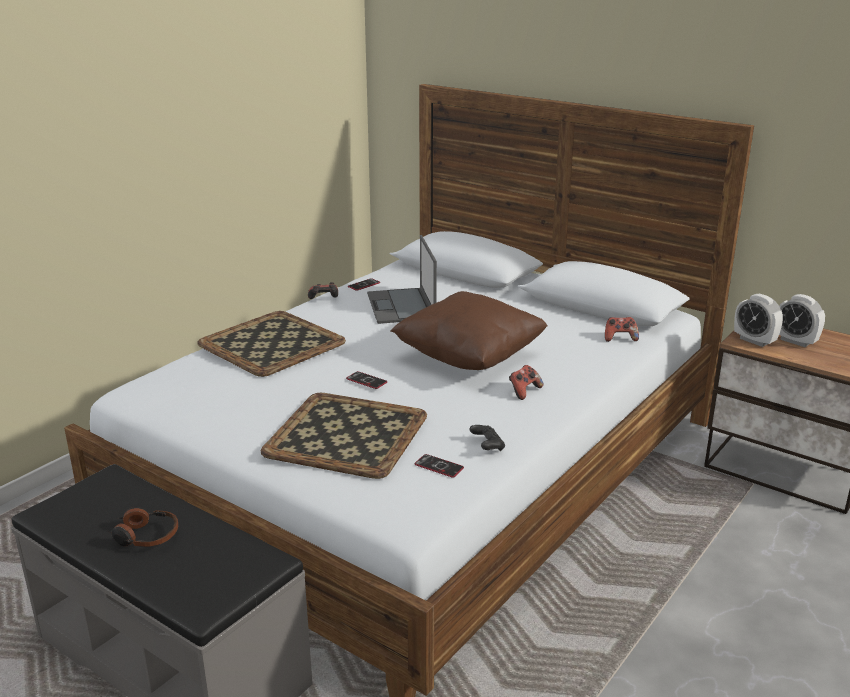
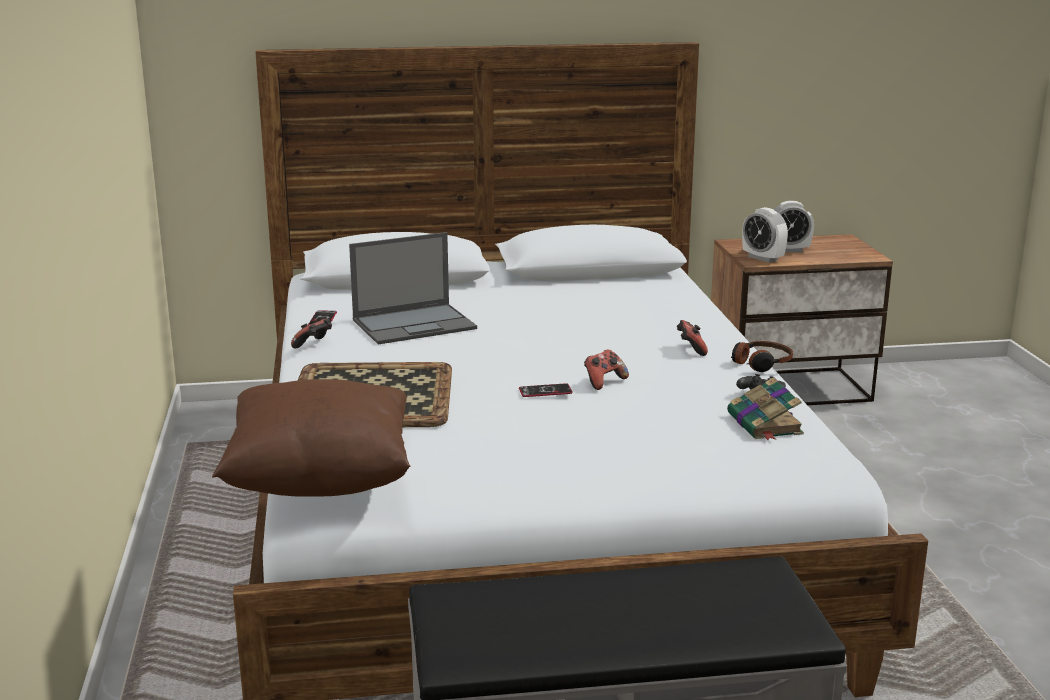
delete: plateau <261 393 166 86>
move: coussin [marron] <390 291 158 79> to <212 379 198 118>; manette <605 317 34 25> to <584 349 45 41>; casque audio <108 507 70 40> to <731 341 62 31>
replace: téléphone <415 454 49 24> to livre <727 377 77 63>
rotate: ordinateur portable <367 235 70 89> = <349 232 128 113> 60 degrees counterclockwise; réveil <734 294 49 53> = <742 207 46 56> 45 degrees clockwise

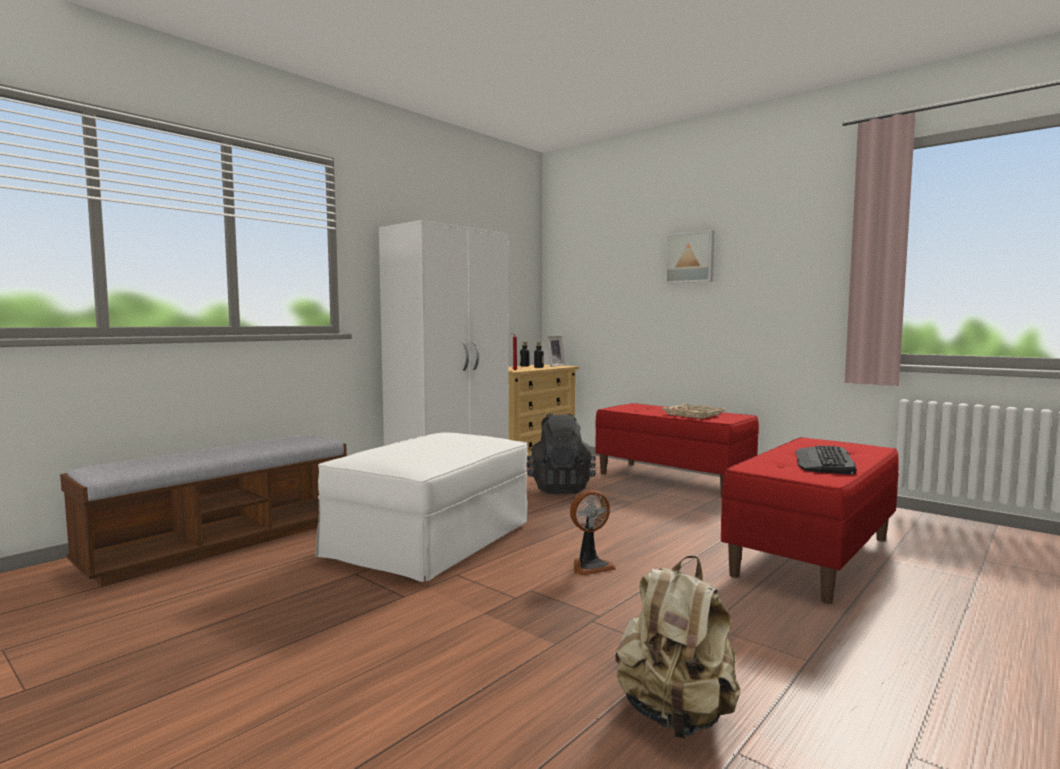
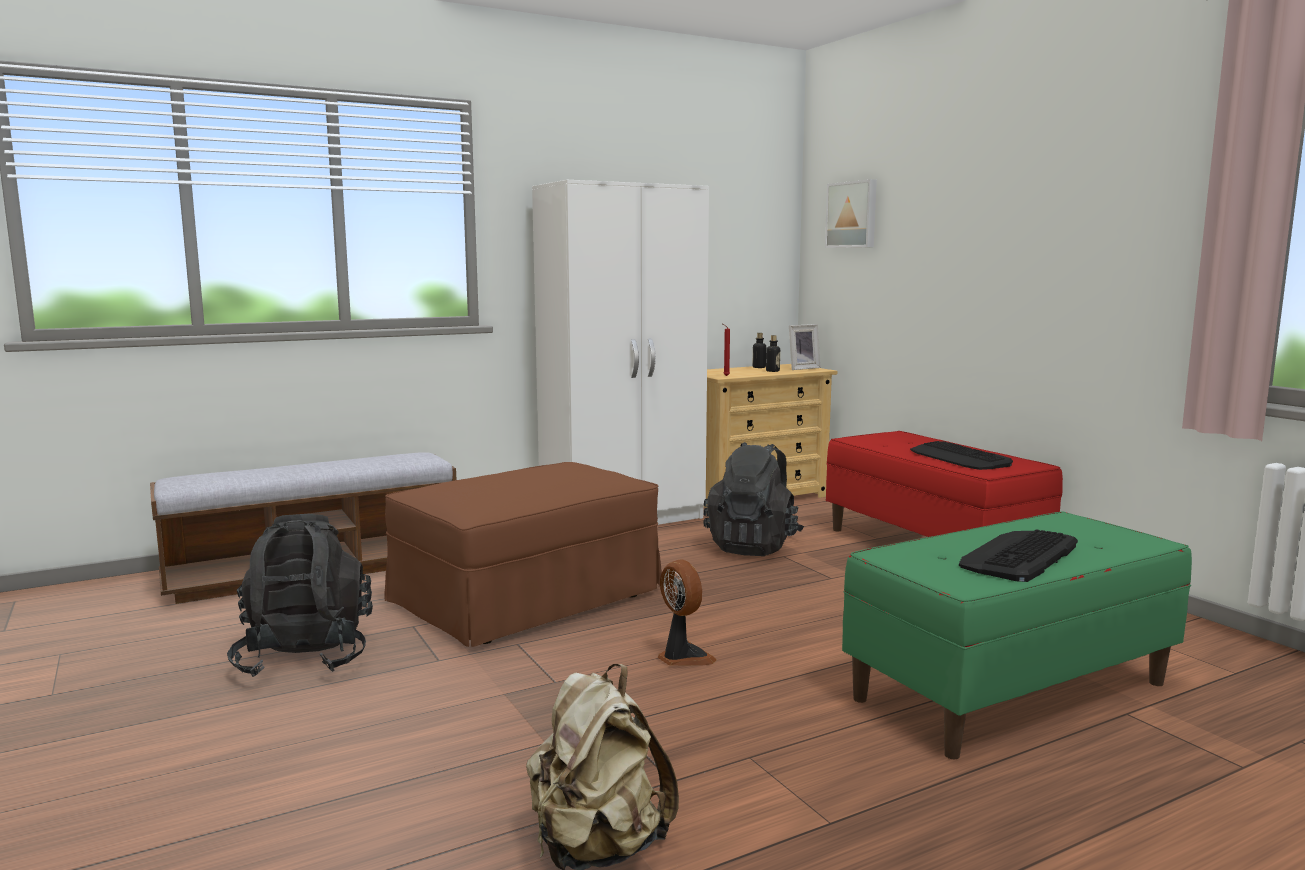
insert: sac à dos [noir] <227 514 146 163>
move: tableau <665 230 49 54> to <825 179 52 69>
replace: plateau [beige] <662 403 64 16> to clavier <910 441 103 29>
recolor: pouf [blanc] <316 433 212 149> to pouf [marron] <385 462 277 185>; banc [rouge] <721 437 178 167> to banc [vert] <842 512 350 247>
rotate: ventilateur <570 490 46 86> = <657 560 60 106> 120 degrees counterclockwise

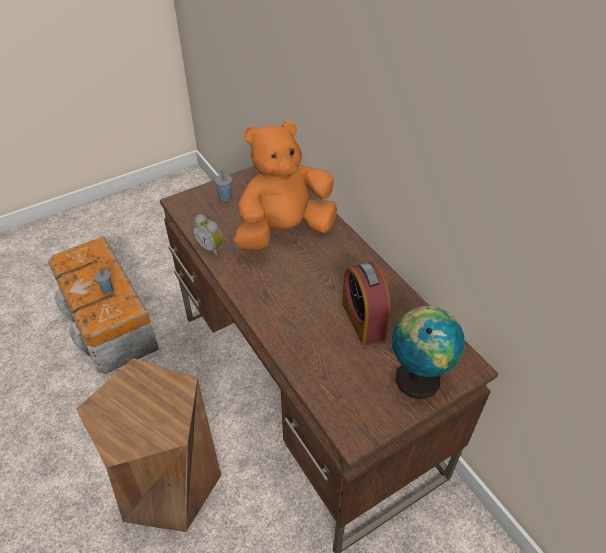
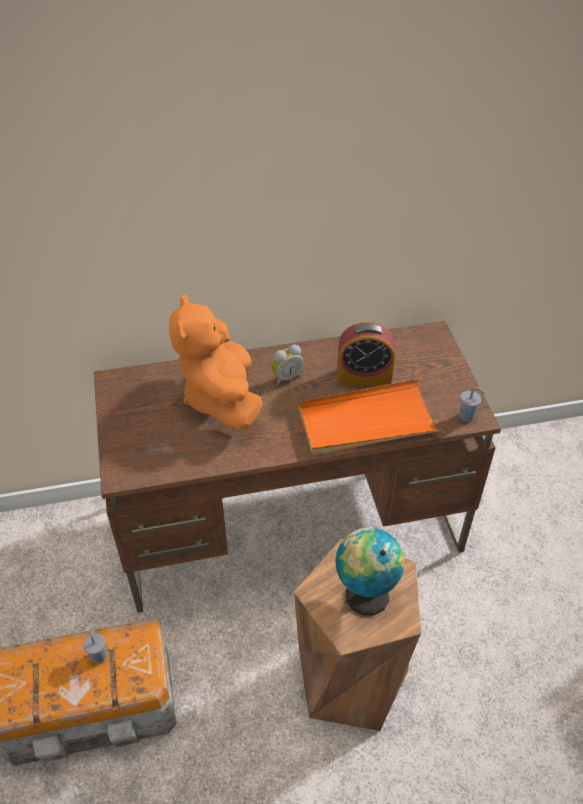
insert: plateau [orange] <298 379 143 76>
move: réveil <193 215 30 41> to <271 344 33 41>; globe <392 306 73 93> to <335 527 69 88>; tasse [gris] <214 170 18 32> to <459 387 26 35>

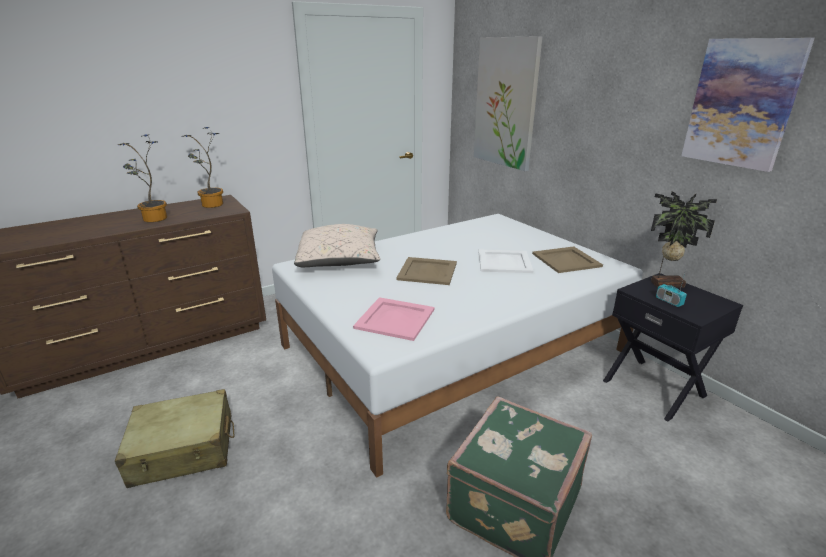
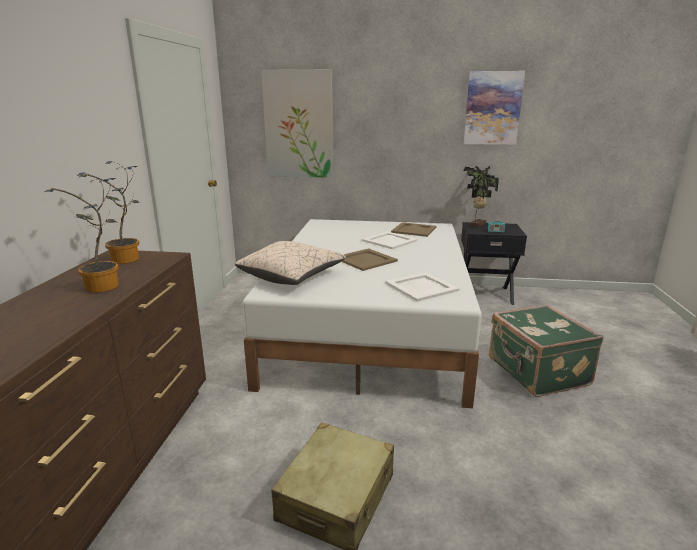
recolor: plateau [rose] <353 297 82 44> to plateau [blanc] <385 272 75 29>

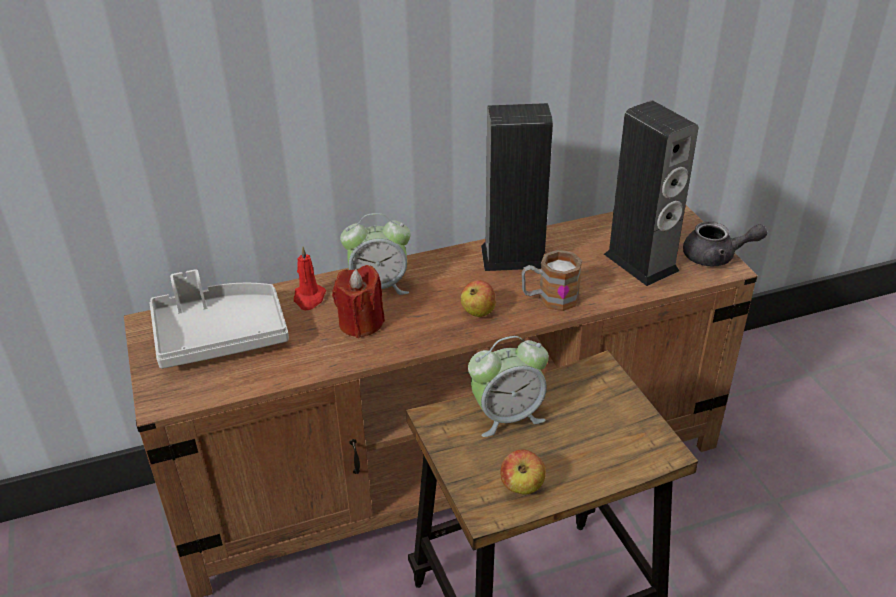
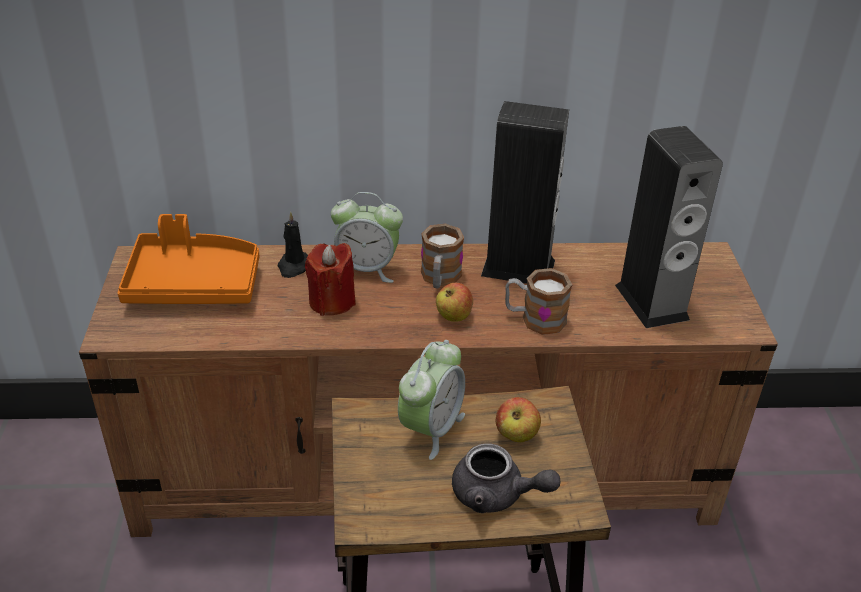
insert: mug <421 224 43 65>
move: théière [gris] <683 221 84 45> to <452 443 108 70>; pomme <501 450 45 45> to <496 397 45 45>
recolor: plateau [gris] <150 269 139 100> to plateau [orange] <117 214 142 90>; bougie [rouge] <294 246 32 64> to bougie [noir] <278 211 30 67>
rotate: réveil <468 336 81 101> = <398 340 67 120> 60 degrees counterclockwise

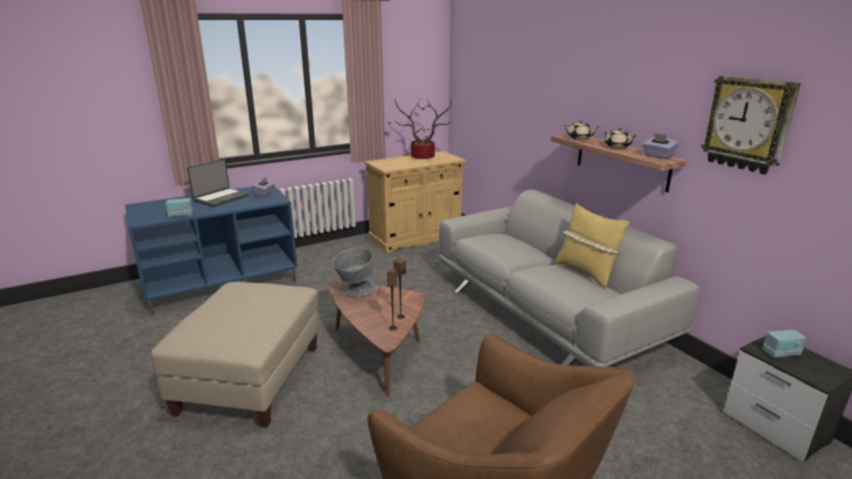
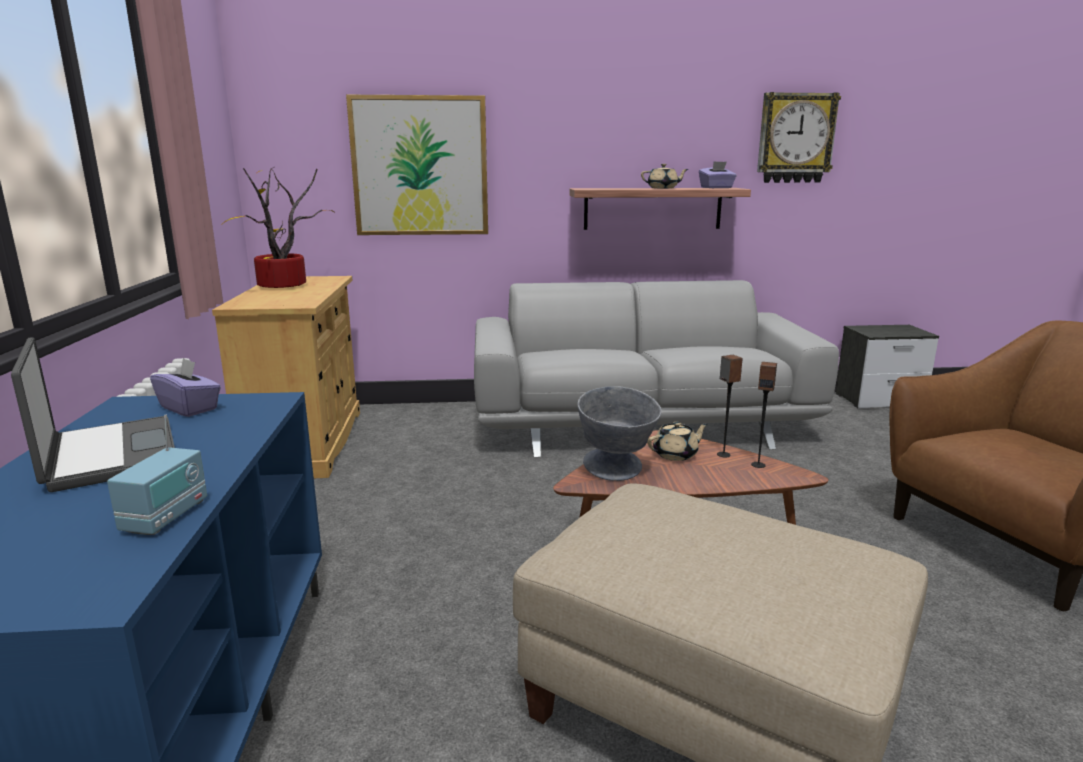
delete: coussin [jaune] <554 203 75 85>; radio <763 318 44 40>
insert: tableau <346 95 142 140>
move: théière [beige] <564 120 35 20> to <647 422 61 39>

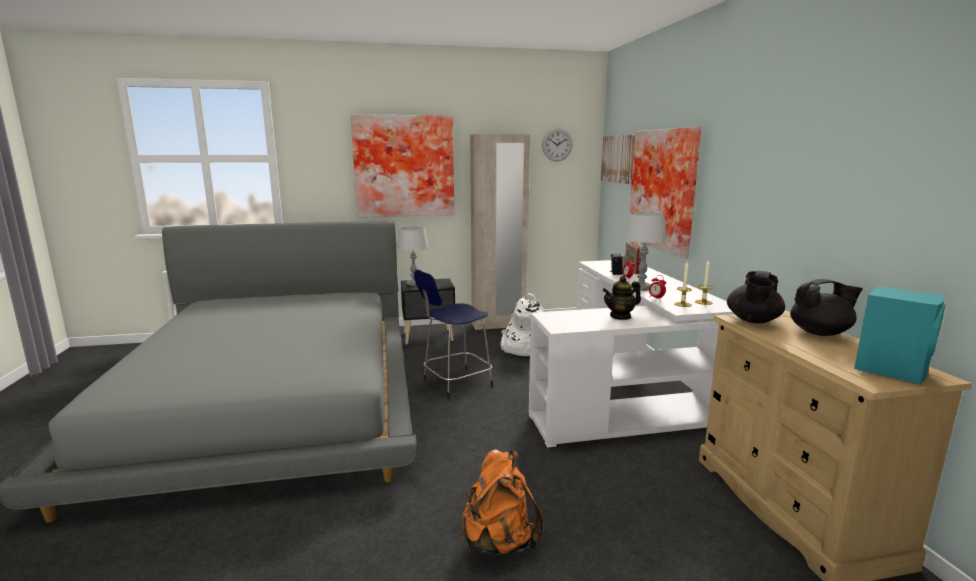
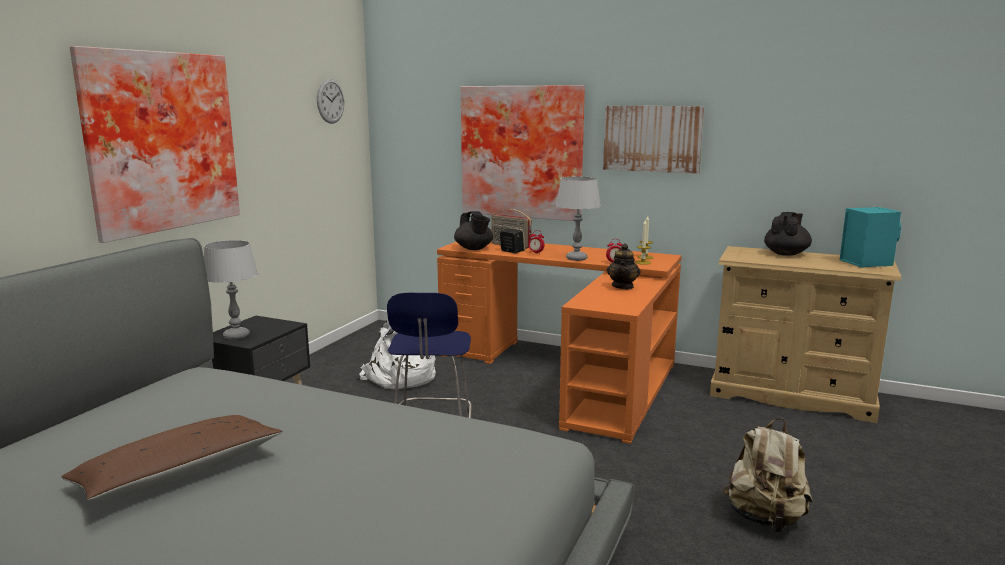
delete: armoire [beige] <470 134 60 196>
insert: coussin [marron] <61 415 222 85>
move: théière [noir] <727 270 58 53> to <454 211 39 39>; tableau <601 135 34 49> to <603 106 101 68>
recolor: bureau [blanc] <529 260 205 188> to bureau [orange] <437 241 245 203>; sac à dos [orange] <462 449 81 106> to sac à dos [beige] <723 418 89 114>

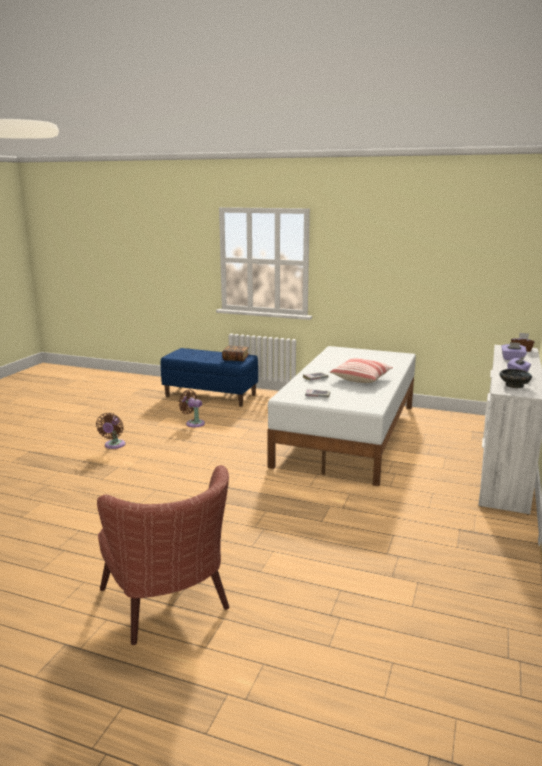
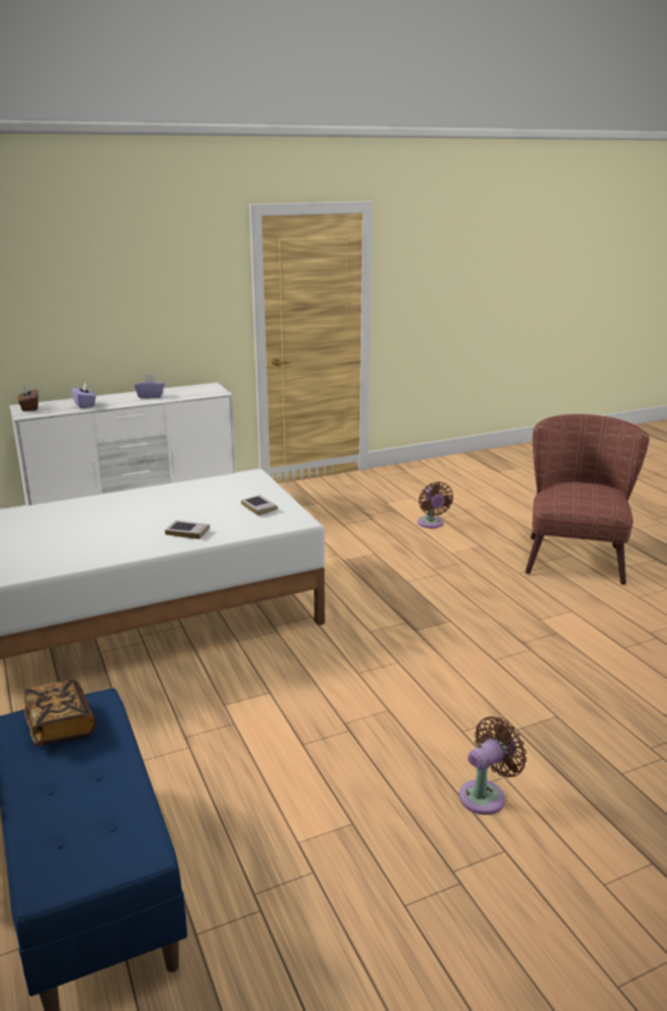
delete: coussin <330 358 63 25>; bol [noir] <499 369 33 19>
move: ventilateur [marron] <179 389 26 38> to <417 482 36 46>

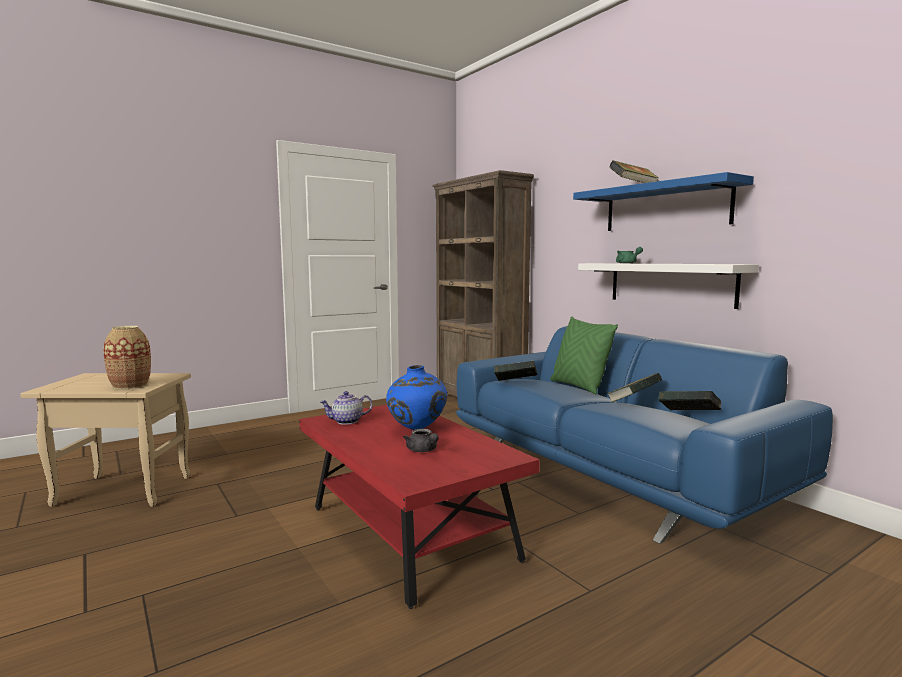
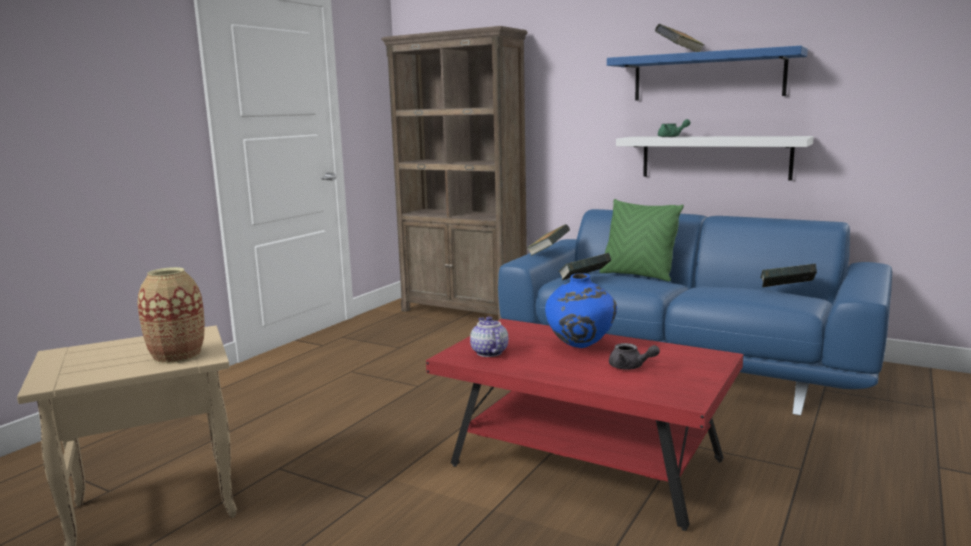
move: livre <607 373 55 30> to <526 224 44 32>
rotate: théière <320 391 52 34> = <470 316 38 41> 120 degrees clockwise

